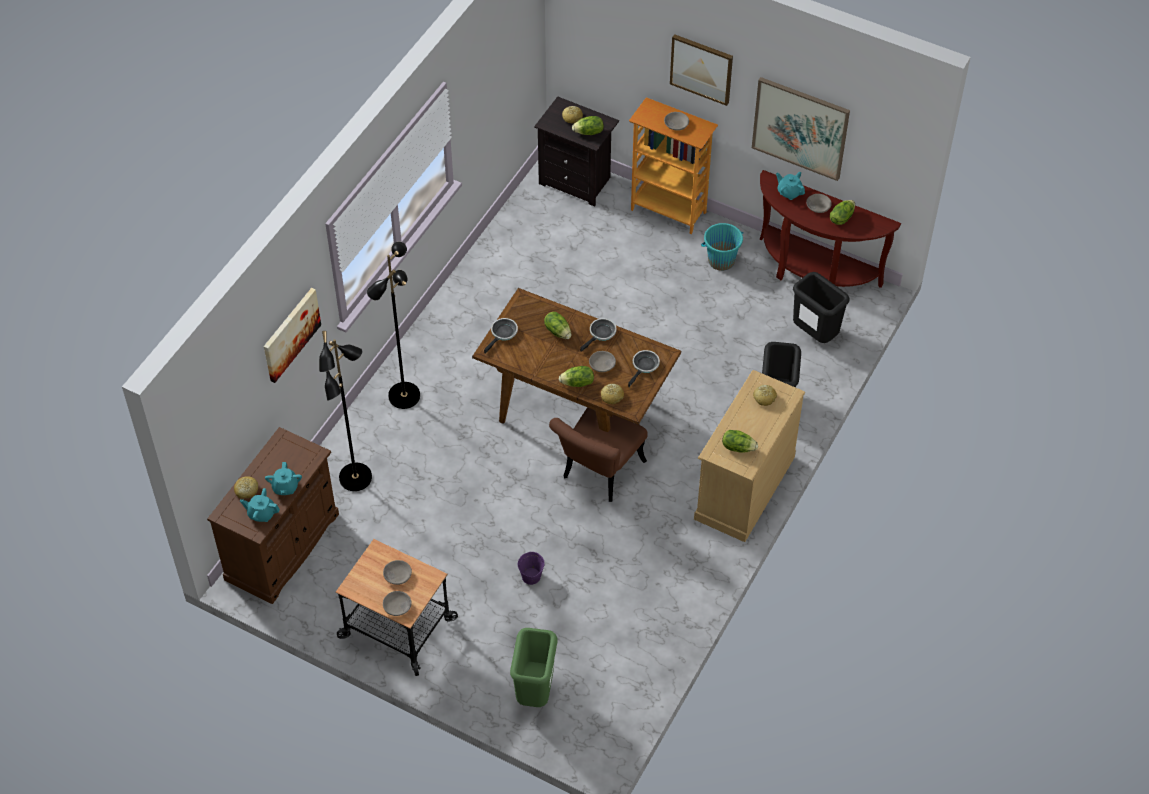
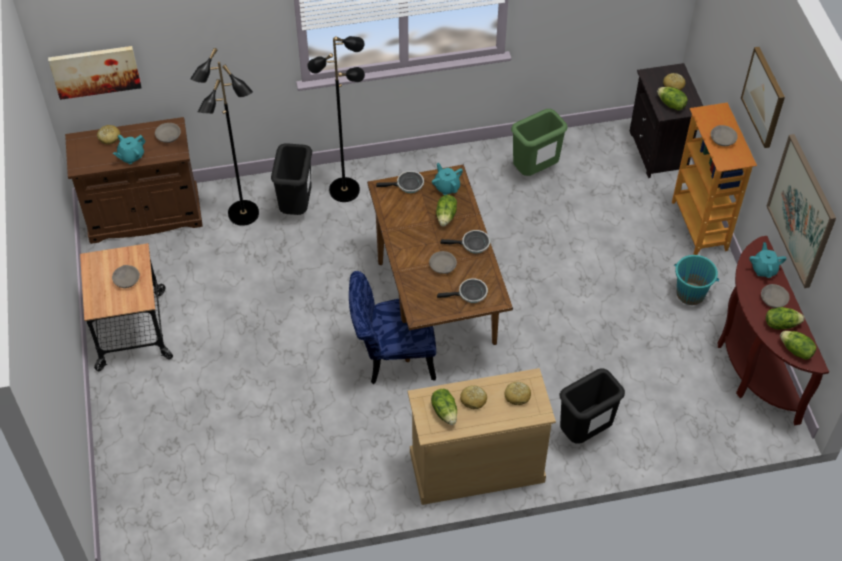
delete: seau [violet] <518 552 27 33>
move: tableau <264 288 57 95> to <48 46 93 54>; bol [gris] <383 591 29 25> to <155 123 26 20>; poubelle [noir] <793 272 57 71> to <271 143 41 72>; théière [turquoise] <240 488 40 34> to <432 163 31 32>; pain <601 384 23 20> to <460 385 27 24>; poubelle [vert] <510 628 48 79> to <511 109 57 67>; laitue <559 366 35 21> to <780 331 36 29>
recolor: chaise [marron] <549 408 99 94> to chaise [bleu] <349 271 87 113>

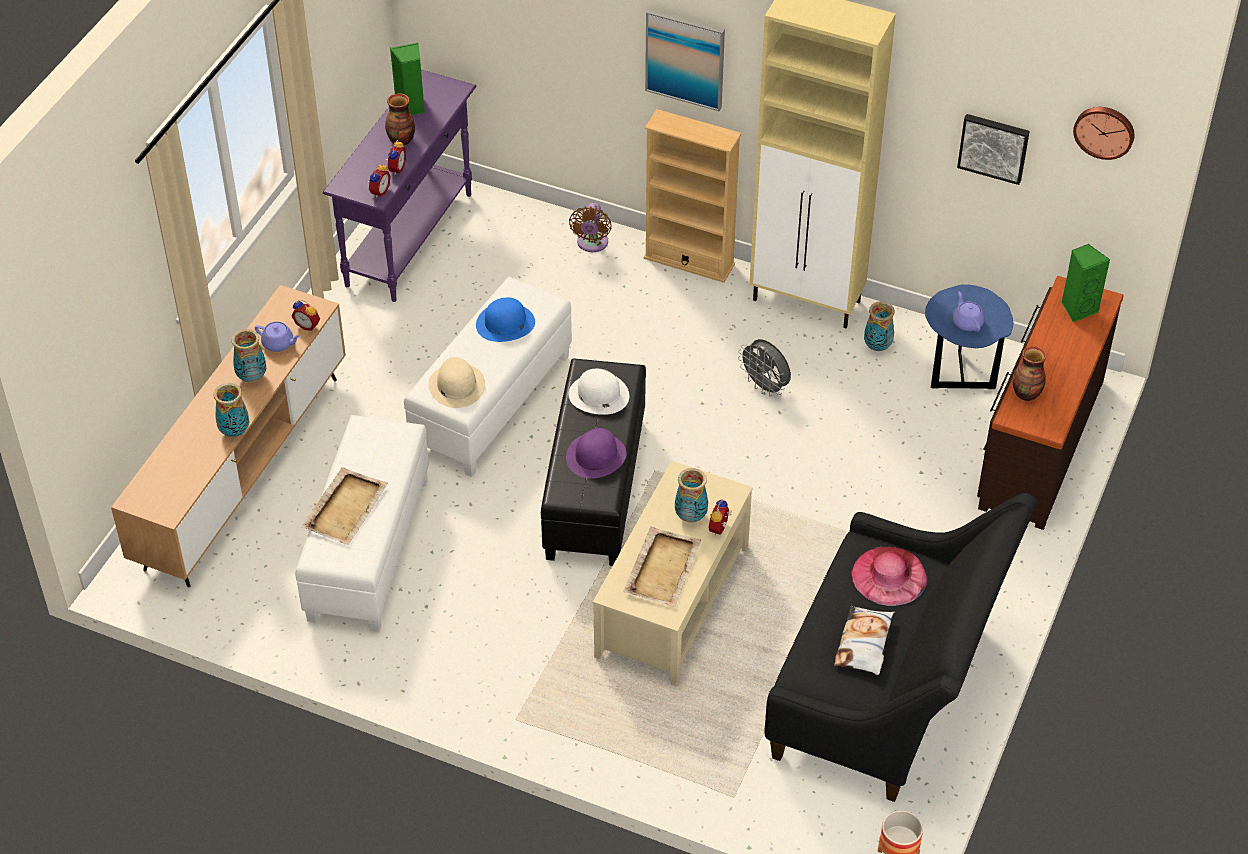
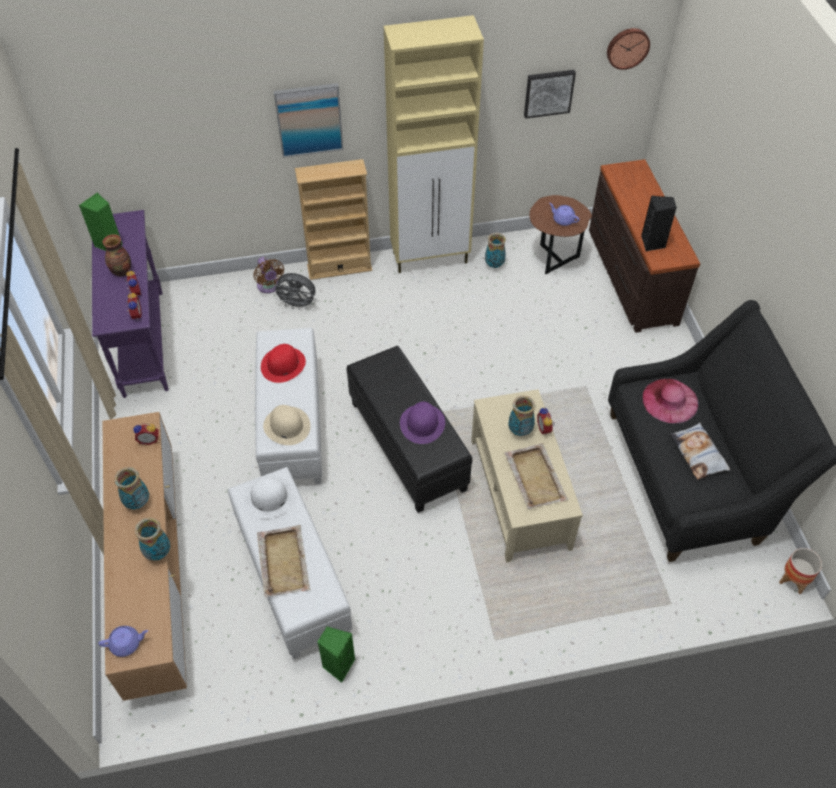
move: théière [violet] <255 322 46 30> to <98 626 50 31>; chapeau [blanc] <568 369 61 46> to <244 477 52 41>; ventilateur [gris] <738 339 53 58> to <272 273 44 37>; enceinte [vert] <1061 244 49 79> to <317 627 38 56>
replace: vase <1012 346 35 55> to enceinte [noir] <641 195 36 57>
recolor: chapeau [bleu] <476 297 59 45> to chapeau [rouge] <261 344 45 39>; table d'appoint [bleu] <925 284 88 105> to table d'appoint [marron] <529 195 63 79>

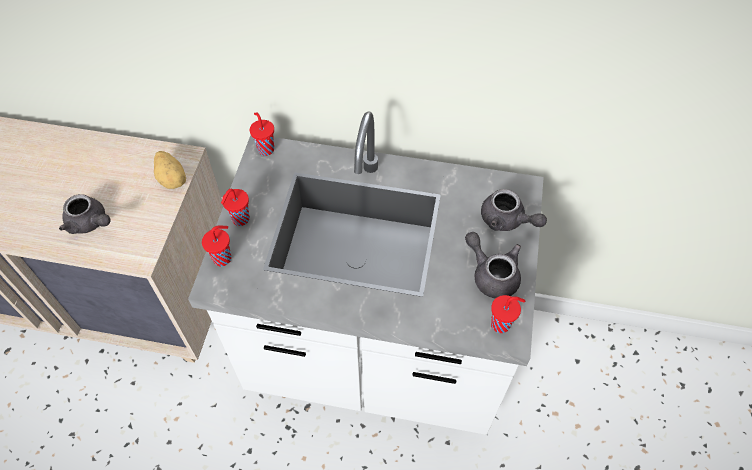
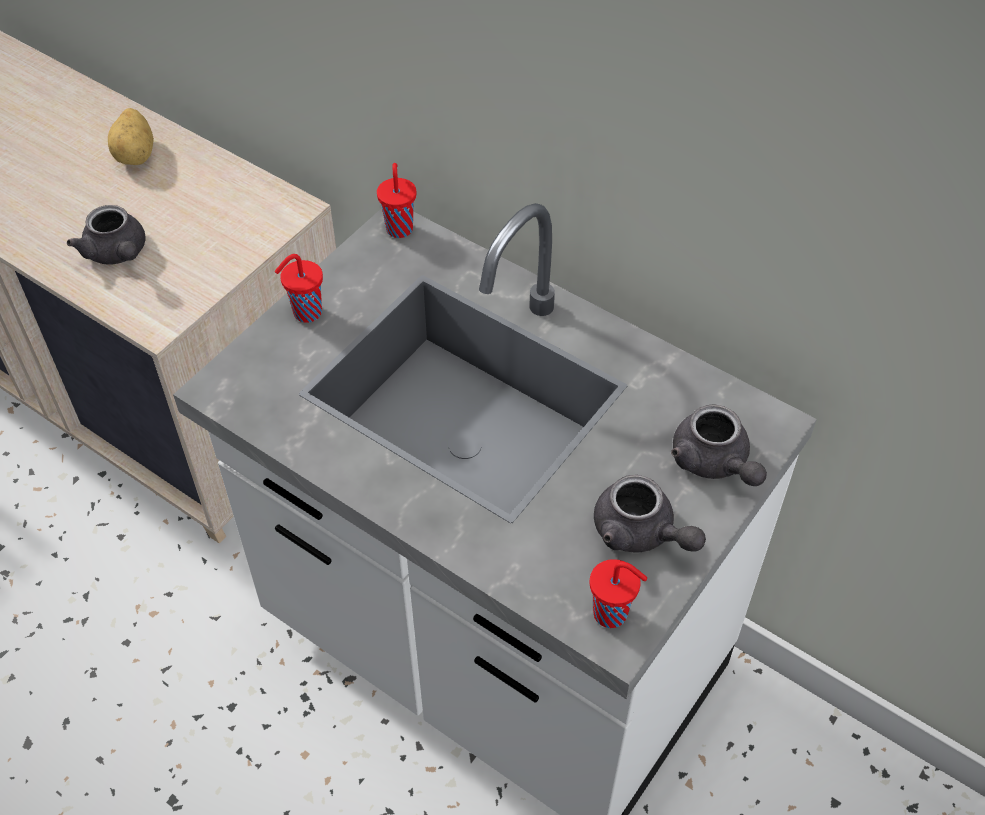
delete: tasse [rouge] <202 226 29 40>
move: pomme de terre <154 151 32 38> to <108 108 46 57>
rotate: théière [gris] <465 232 56 67> = <594 475 112 78> 150 degrees clockwise

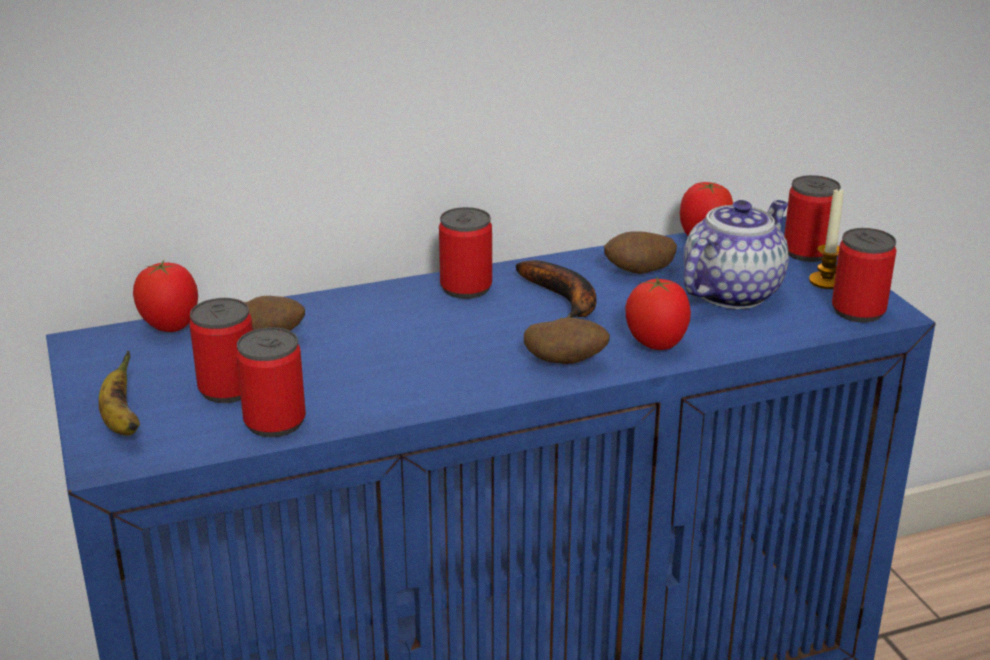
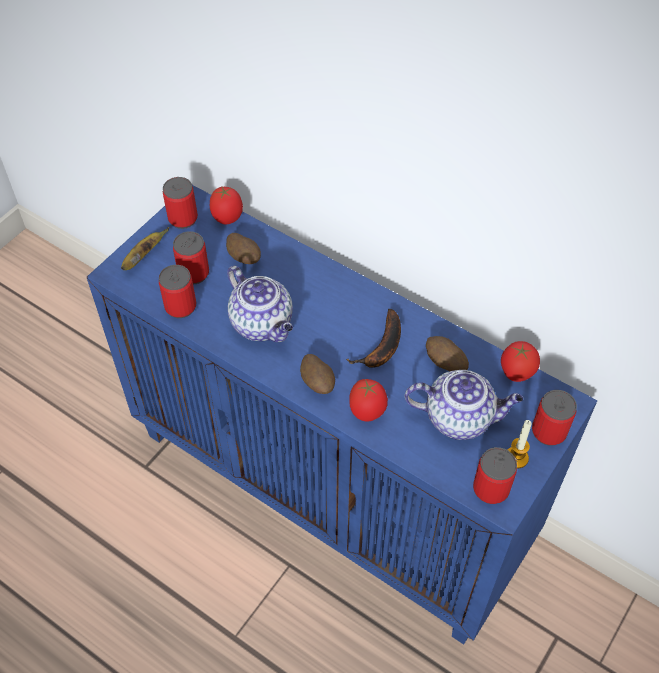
insert: théière <227 266 66 76>
move: boîte métallique <439 207 53 92> to <163 177 35 52>

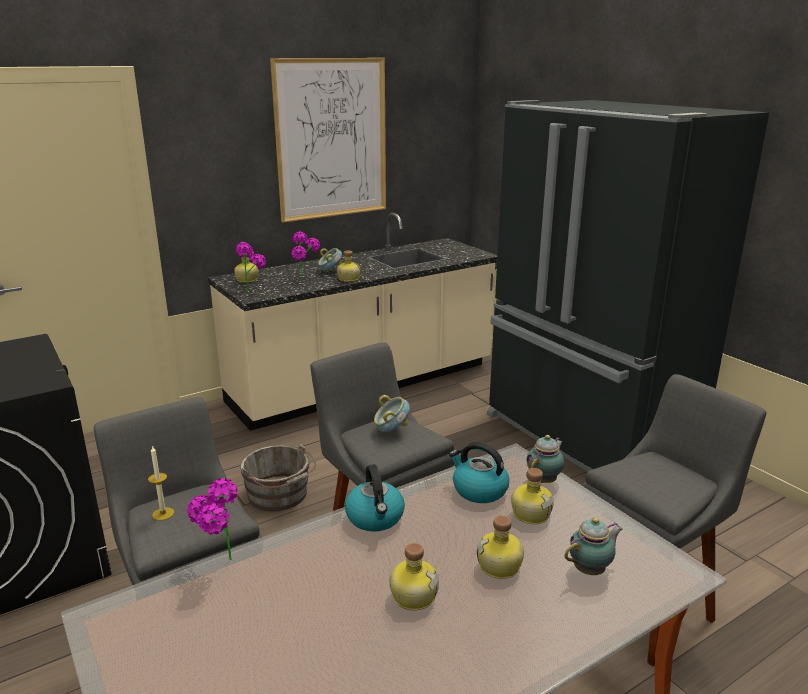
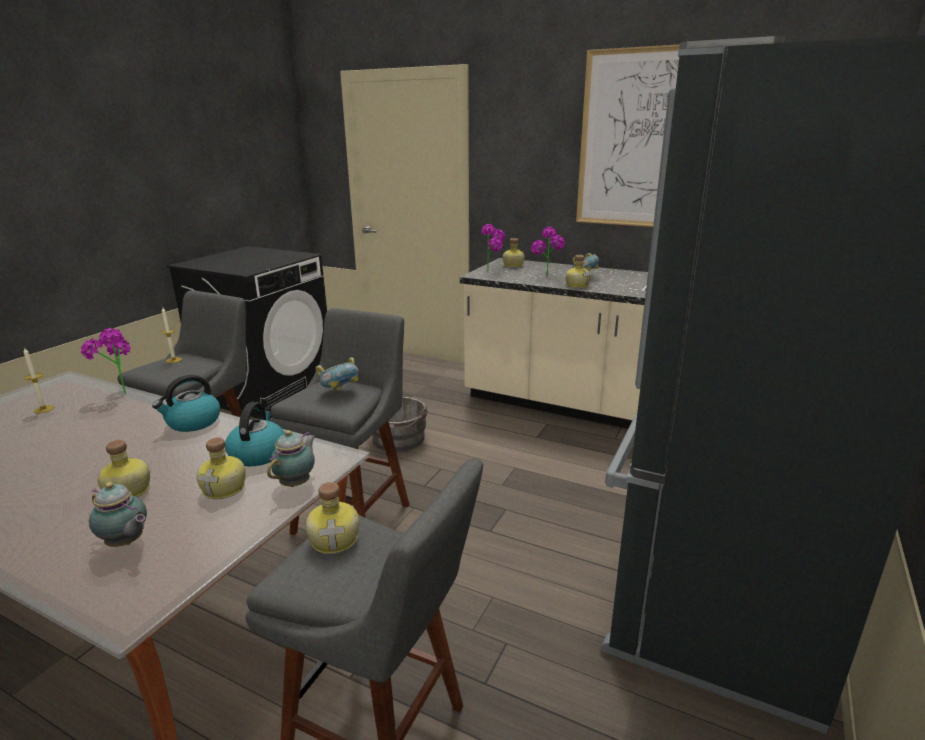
insert: bougie <24 347 31 67>
move: bouteille <389 543 50 68> to <305 482 54 72>
rotate: théière <527 435 37 48> = <267 430 49 57> 75 degrees counterclockwise

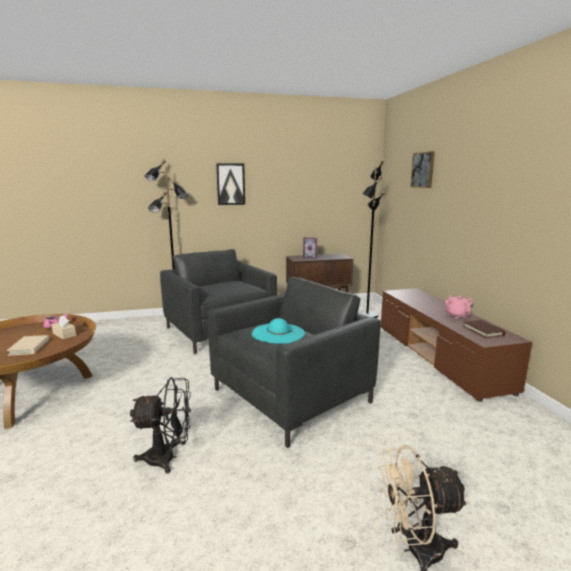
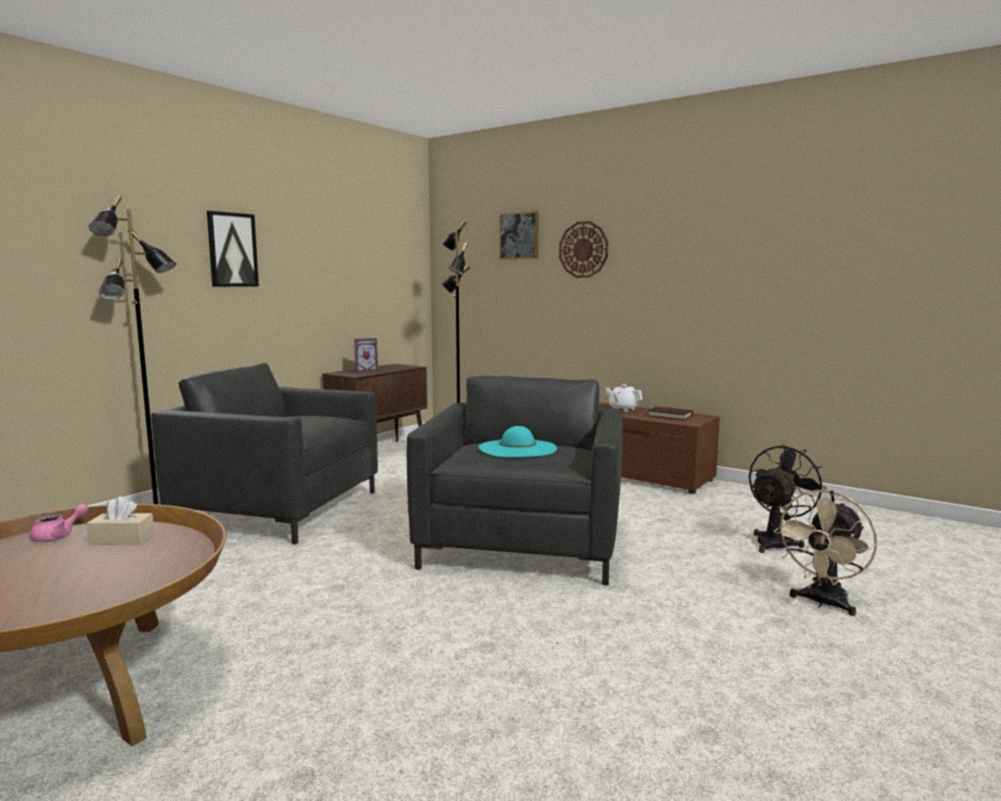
delete: livre [beige] <7 335 42 21>
insert: horloge murale <559 221 49 57>
move: ventilateur [noir] <130 377 61 97> to <749 444 78 109>
recolor: théière [rose] <445 296 28 23> to théière [blanc] <605 384 38 28>

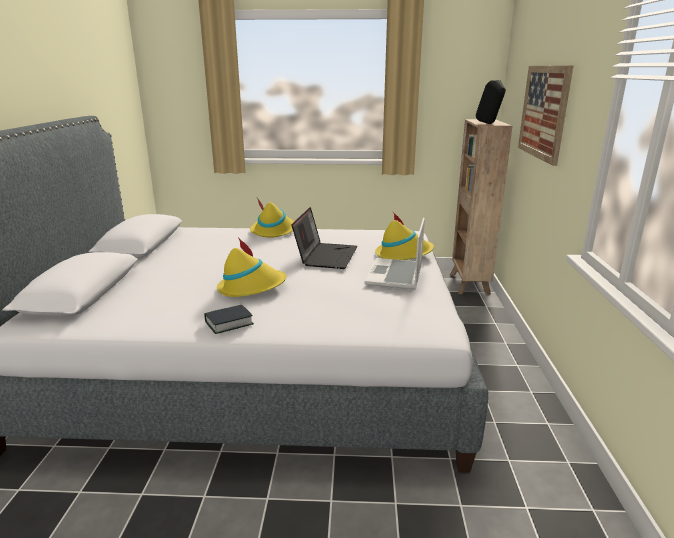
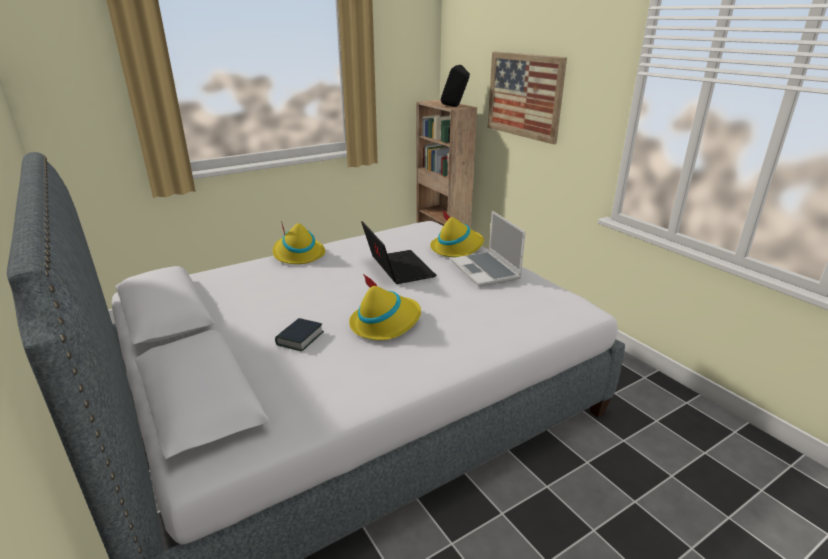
move: livre <204 305 50 29> to <275 318 49 33>

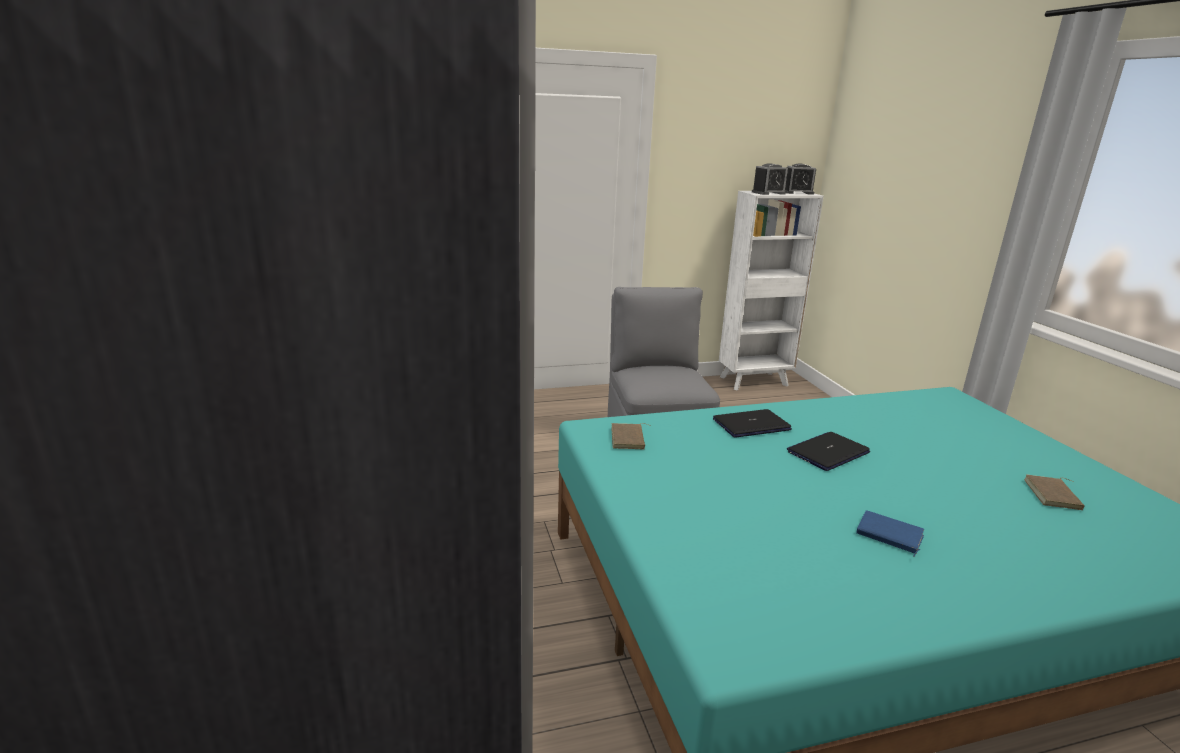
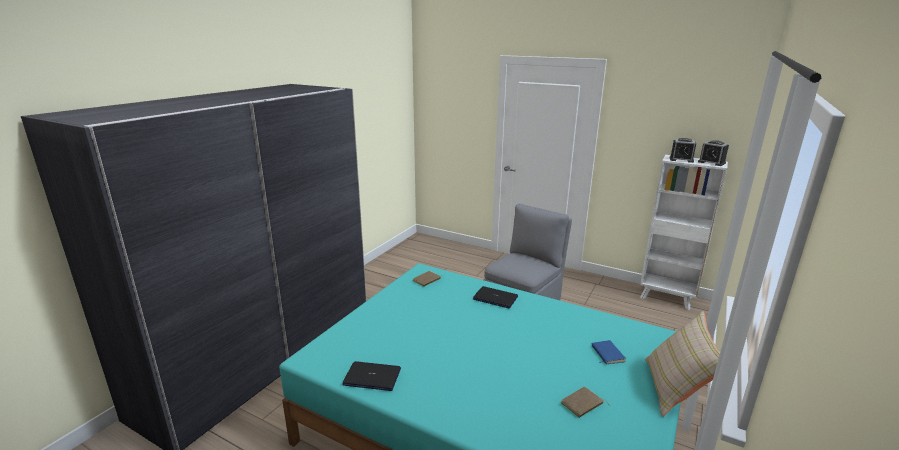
insert: coussin [beige] <645 311 75 106>
move: ordinateur portable <787 432 83 39> to <343 361 58 30>; livre [bleu] <856 510 68 46> to <592 340 34 24>

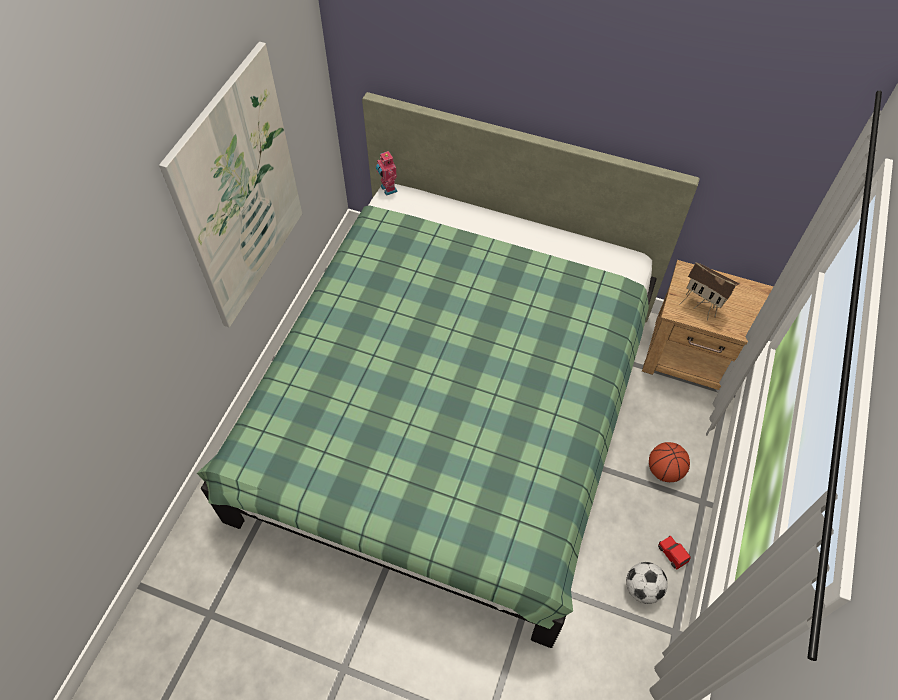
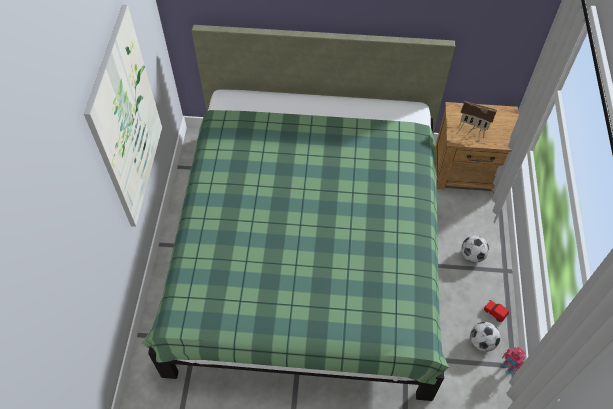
move: robot jouet <376 151 22 45> to <501 346 25 27>
replace: ballon de basket <649 442 41 40> to ballon de foot <461 235 28 28>

